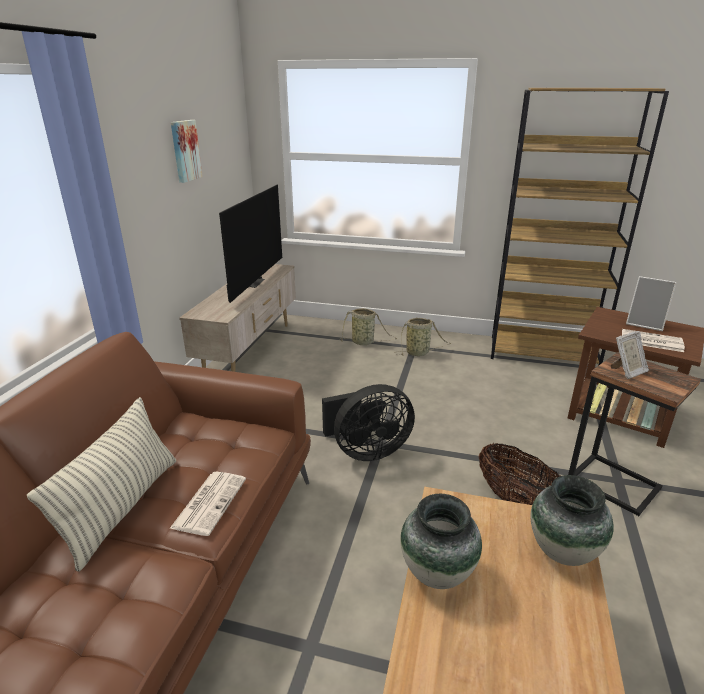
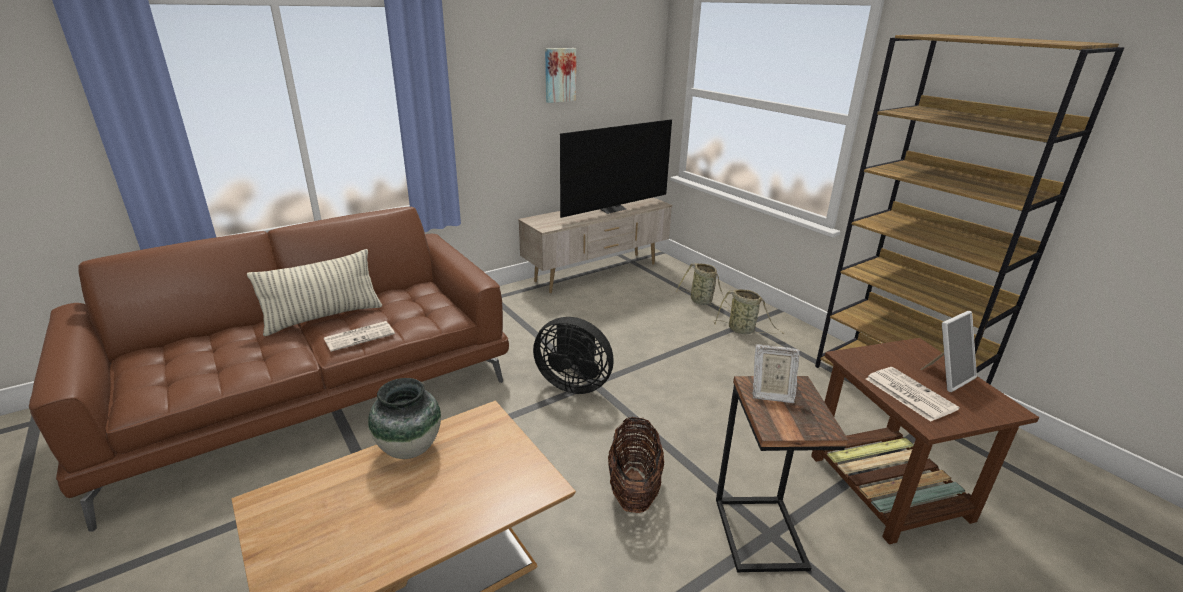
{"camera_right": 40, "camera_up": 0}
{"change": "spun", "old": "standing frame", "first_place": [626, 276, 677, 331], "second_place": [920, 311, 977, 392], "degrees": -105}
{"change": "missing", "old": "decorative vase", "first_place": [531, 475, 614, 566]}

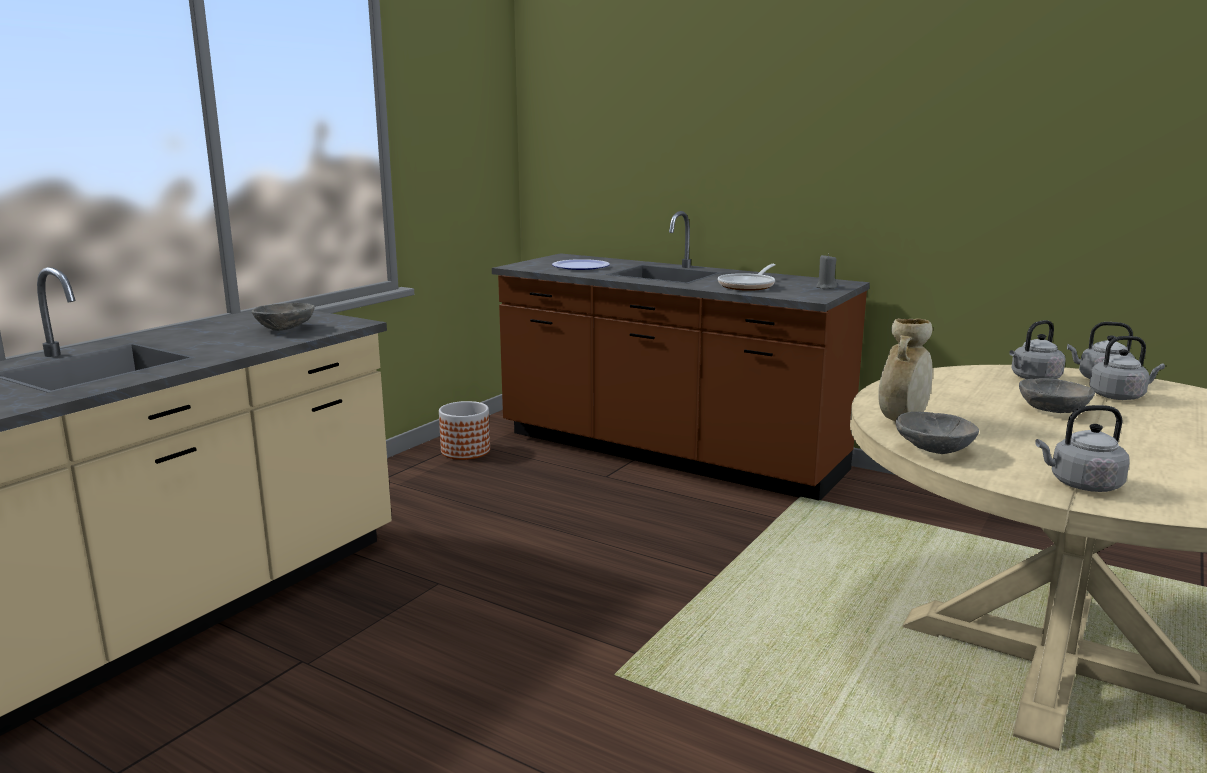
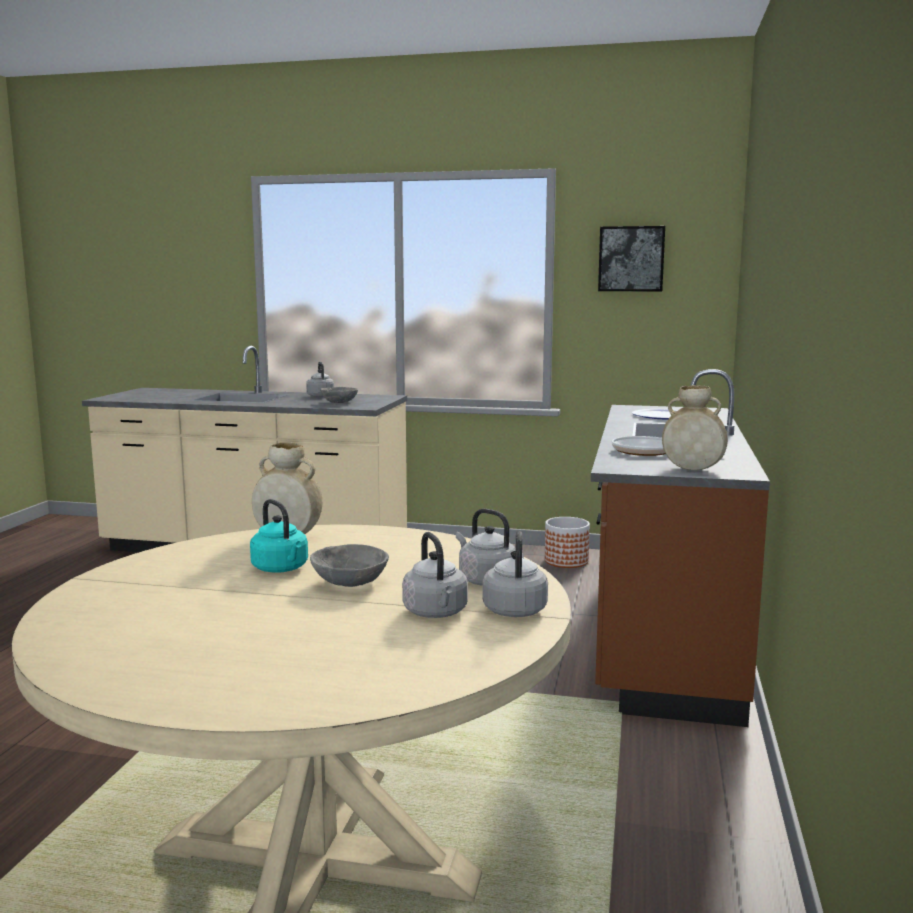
{"camera_right": 70, "camera_up": -5}
{"change": "appeared", "new": "water kettle/turquoise", "second_place": [250, 499, 308, 573]}
{"change": "relocated", "old": "water kettle/gray", "first_place": [1035, 405, 1129, 492], "second_place": [306, 362, 334, 397]}
{"change": "appeared", "new": "picture", "second_place": [598, 226, 665, 291]}
{"change": "exchanged", "old": "candle/gray", "new": "decorative vase/sand-coloured", "first_place": [816, 254, 837, 289], "second_place": [662, 385, 728, 470]}
{"change": "missing", "old": "serving bowl/gray", "first_place": [896, 412, 979, 454]}

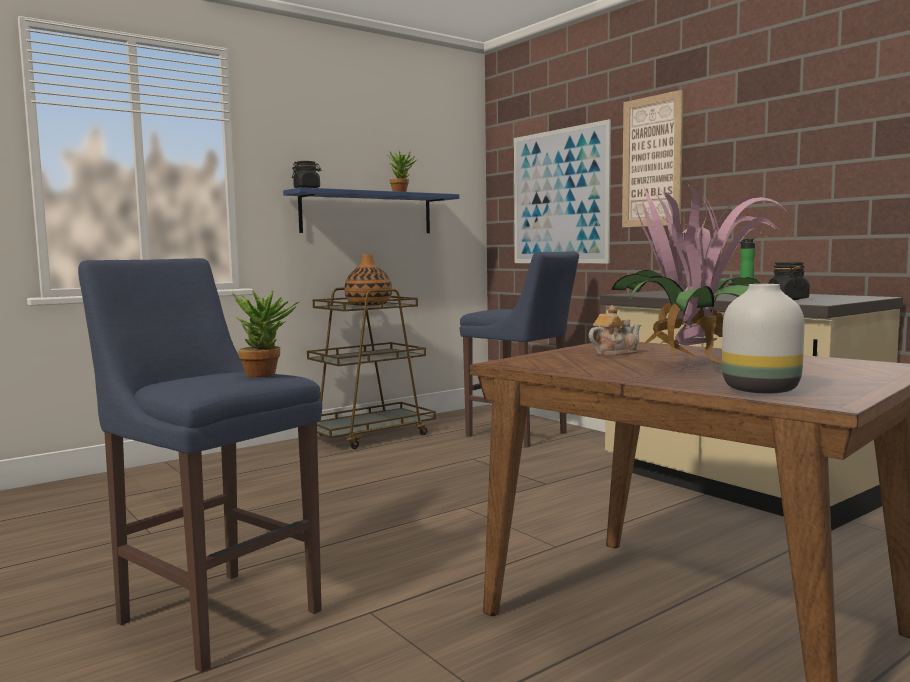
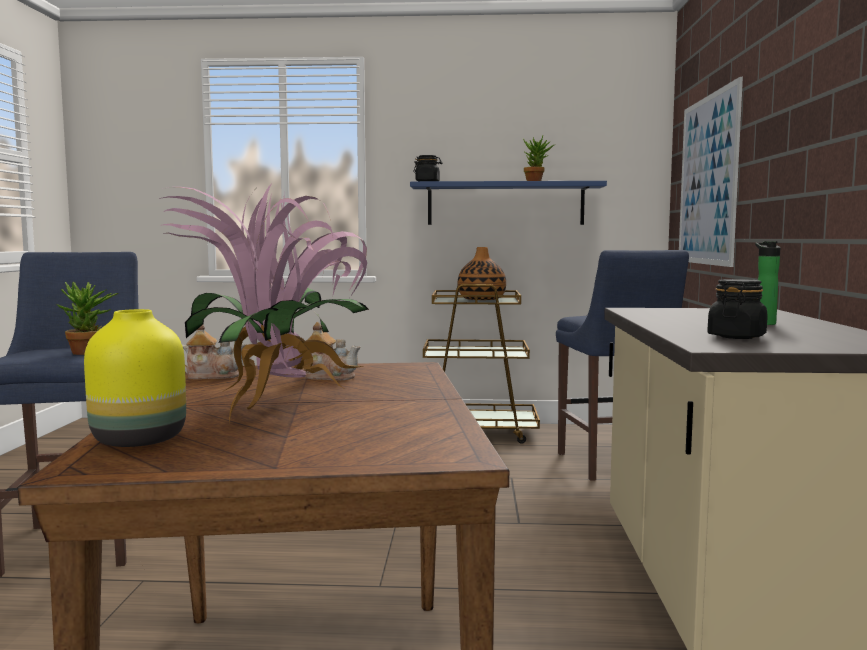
{"camera_right": 40, "camera_up": 0}
{"change": "colour", "old": "decorative vase/whitish", "new": "decorative vase/yellow", "first_place": [722, 284, 805, 394], "second_place": [84, 309, 186, 447]}
{"change": "appeared", "new": "pot for tea", "second_place": [182, 325, 247, 379]}
{"change": "missing", "old": "picture", "first_place": [622, 90, 683, 227]}

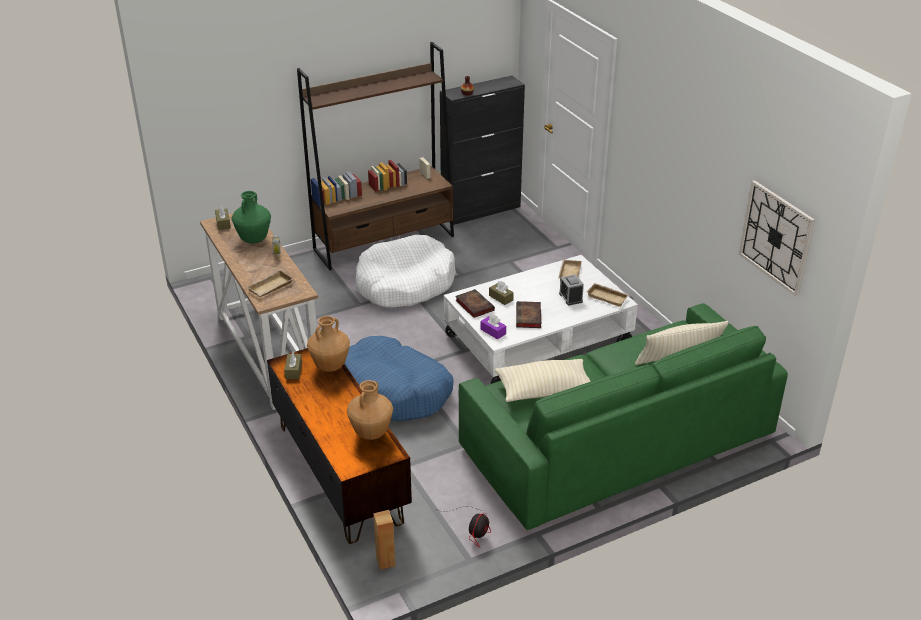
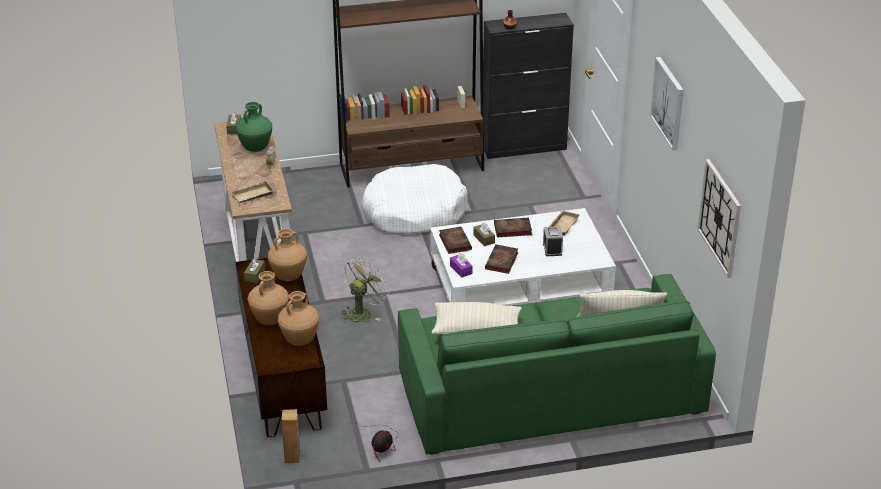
{"camera_right": 15, "camera_up": 0}
{"change": "appeared", "new": "decorative vase/brown", "second_place": [248, 271, 289, 325]}
{"change": "exchanged", "old": "pet bed/bluish", "new": "cooling fan/green", "first_place": [344, 336, 453, 421], "second_place": [341, 257, 389, 323]}
{"change": "appeared", "new": "book", "second_place": [494, 217, 532, 238]}
{"change": "appeared", "new": "picture", "second_place": [650, 57, 683, 150]}
{"change": "missing", "old": "carrying tray/sand-coloured", "first_place": [587, 283, 629, 307]}

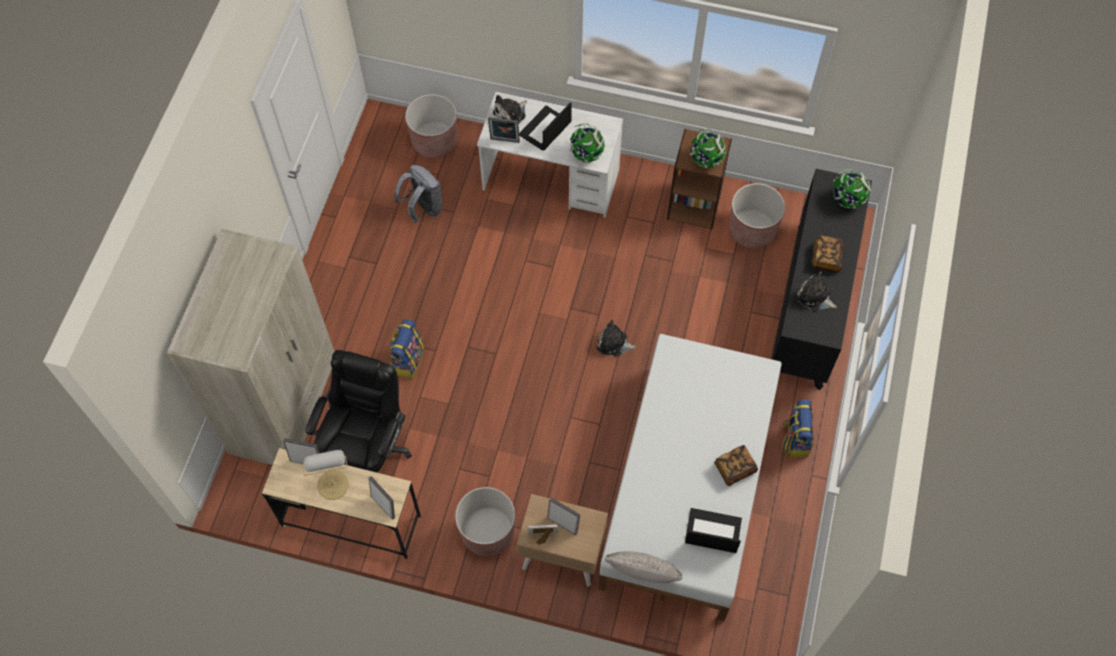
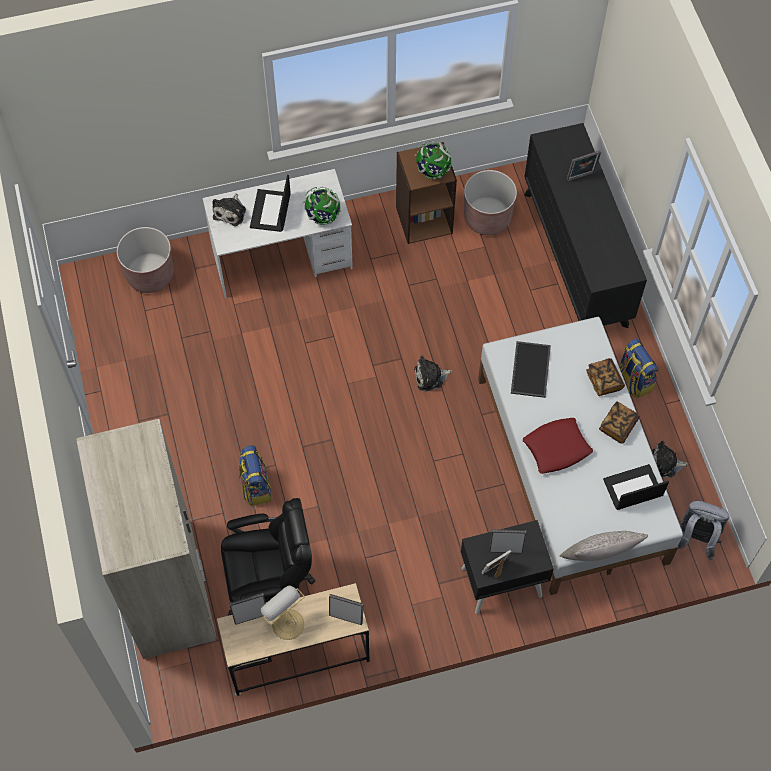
{"camera_right": -30, "camera_up": 0}
{"change": "spun", "old": "office chair/black-coloured", "first_place": [305, 350, 412, 473], "second_place": [221, 498, 315, 616], "degrees": 90}
{"change": "colour", "old": "bedside table/sand-coloured", "new": "bedside table/black-coloured", "first_place": [517, 494, 608, 587], "second_place": [461, 520, 554, 614]}
{"change": "appeared", "new": "carrying tray", "second_place": [511, 341, 551, 398]}
{"change": "appeared", "new": "pillow/red", "second_place": [523, 418, 593, 474]}
{"change": "relocated", "old": "standing frame", "first_place": [488, 117, 520, 143], "second_place": [567, 150, 601, 181]}
{"change": "relocated", "old": "book", "first_place": [812, 235, 843, 272], "second_place": [586, 358, 625, 396]}
{"change": "relocated", "old": "plush toy", "first_place": [795, 271, 837, 311], "second_place": [651, 441, 688, 477]}
{"change": "relocated", "old": "backpack/gray", "first_place": [394, 165, 442, 223], "second_place": [678, 501, 729, 560]}
{"change": "missing", "old": "flower pot/brown", "first_place": [455, 487, 515, 556]}
{"change": "missing", "old": "world globe", "first_place": [833, 169, 871, 209]}

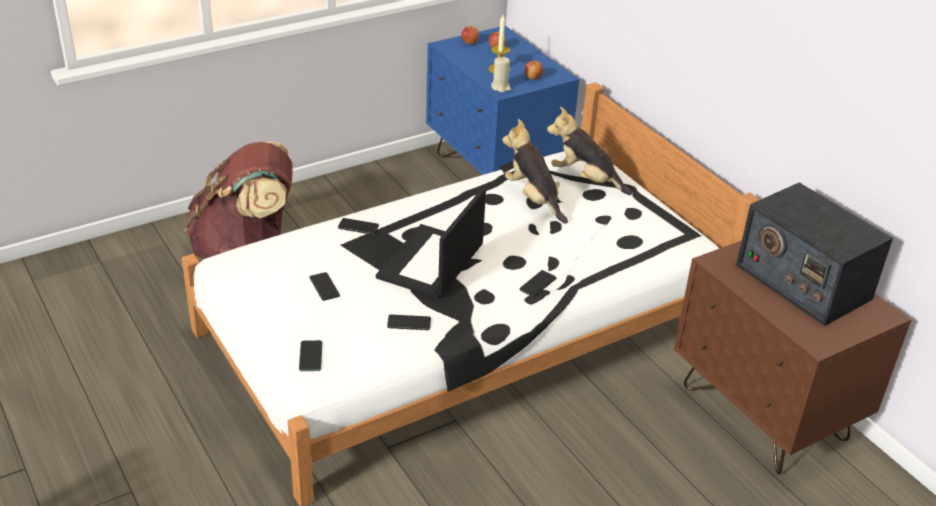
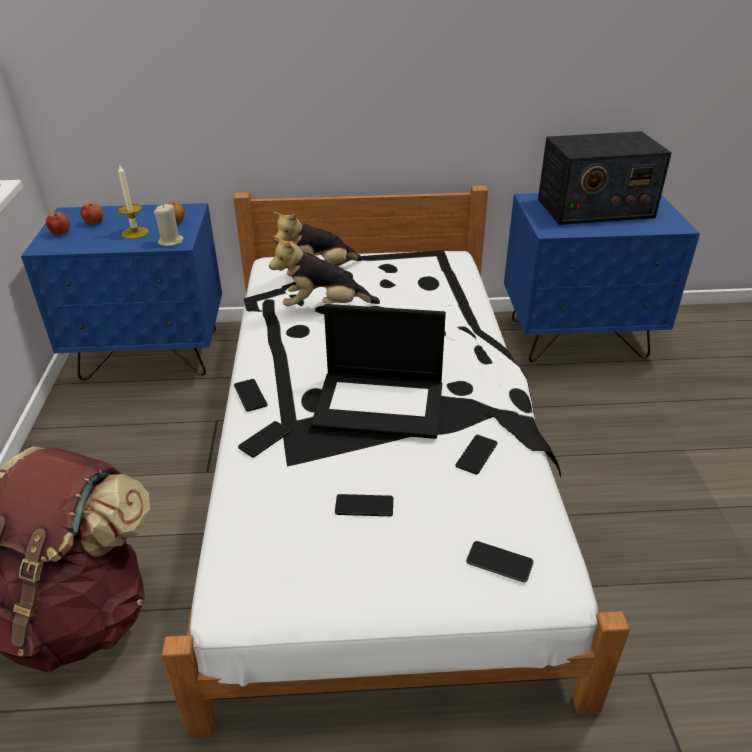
{"camera_right": -60, "camera_up": 0}
{"change": "relocated", "old": "telephone", "first_place": [519, 270, 556, 297], "second_place": [234, 379, 268, 412]}
{"change": "spun", "old": "portable computer", "first_place": [376, 187, 486, 298], "second_place": [311, 304, 446, 439], "degrees": -45}
{"change": "colour", "old": "bedside table/brown", "new": "bedside table/bluish", "first_place": [674, 240, 911, 474], "second_place": [504, 193, 700, 362]}

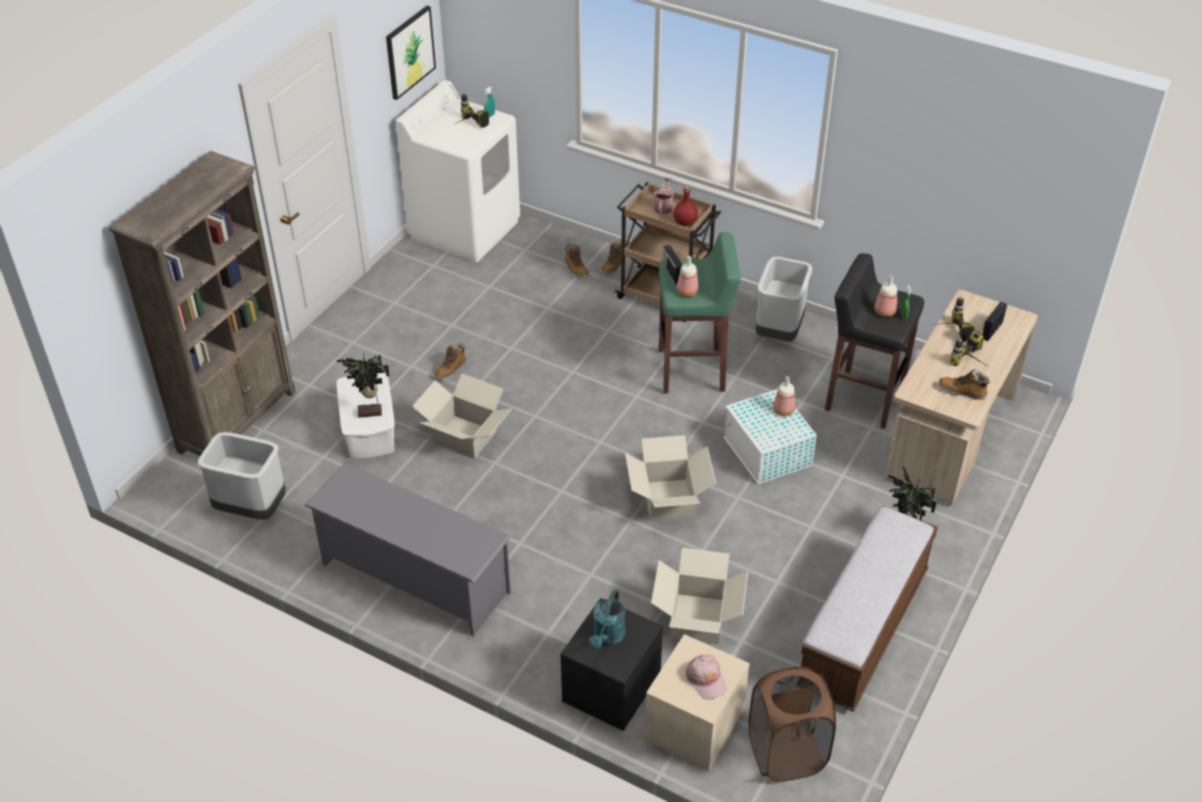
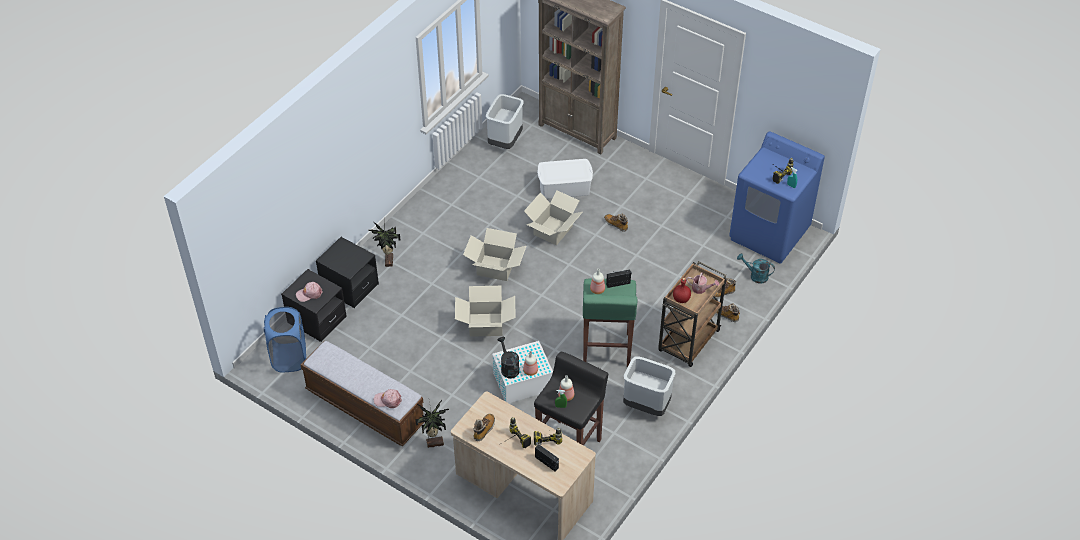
{"camera_right": 95, "camera_up": 5}
{"change": "colour", "old": "hamper/brown", "new": "hamper/bluish", "first_place": [749, 666, 836, 782], "second_place": [264, 307, 306, 373]}
{"change": "colour", "old": "bedside table/sand-coloured", "new": "bedside table/black-coloured", "first_place": [645, 634, 750, 771], "second_place": [281, 269, 347, 342]}
{"change": "relocated", "old": "plant in a pot", "first_place": [337, 352, 389, 418], "second_place": [368, 222, 400, 267]}
{"change": "appeared", "new": "peaked cap/pink-coloured", "second_place": [374, 389, 402, 408]}
{"change": "relocated", "old": "packing box", "first_place": [651, 548, 748, 644], "second_place": [463, 228, 526, 281]}
{"change": "appeared", "new": "sprinkling can/black-coloured", "second_place": [498, 337, 519, 378]}
{"change": "colour", "old": "washing machine/whitish", "new": "washing machine/bluish", "first_place": [396, 80, 520, 262], "second_place": [729, 132, 825, 263]}
{"change": "relocated", "old": "sprinkling can/turquoise", "first_place": [588, 590, 625, 649], "second_place": [737, 253, 775, 284]}
{"change": "missing", "old": "shoe stand/gray", "first_place": [304, 463, 511, 636]}
{"change": "missing", "old": "picture", "first_place": [386, 6, 436, 100]}

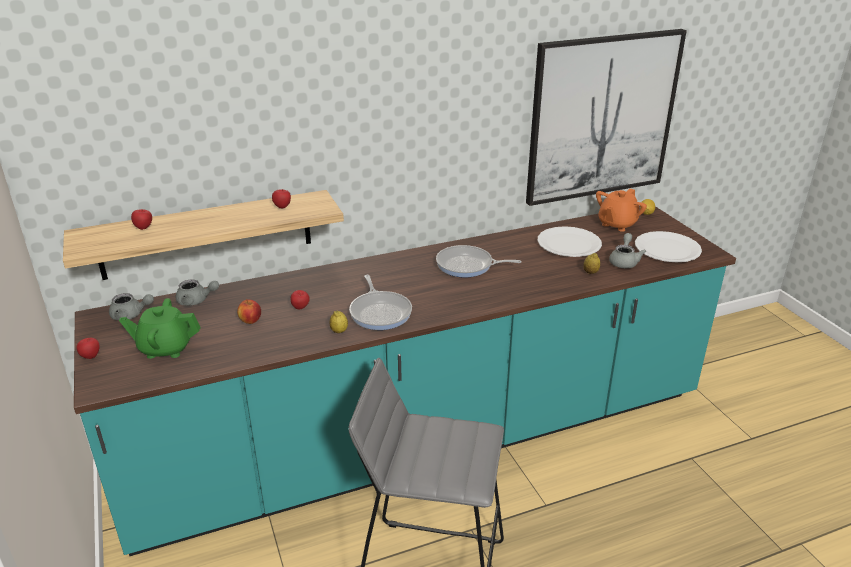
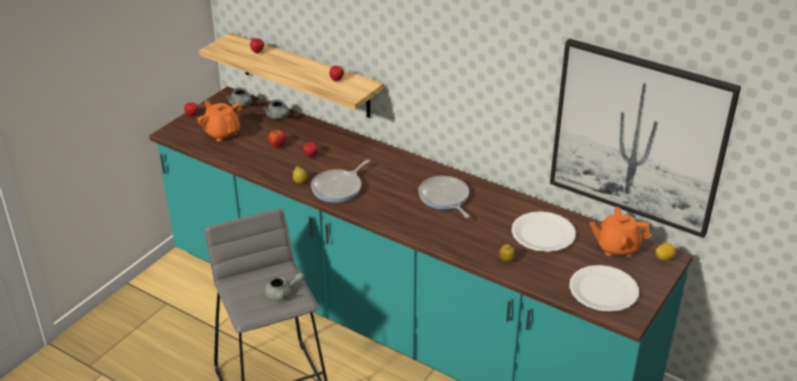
{"camera_right": 55, "camera_up": 5}
{"change": "colour", "old": "pot for tea/green", "new": "pot for tea/orange-coloured", "first_place": [119, 298, 201, 359], "second_place": [197, 100, 242, 141]}
{"change": "relocated", "old": "pot for tea/gray", "first_place": [609, 233, 646, 268], "second_place": [265, 273, 305, 301]}

